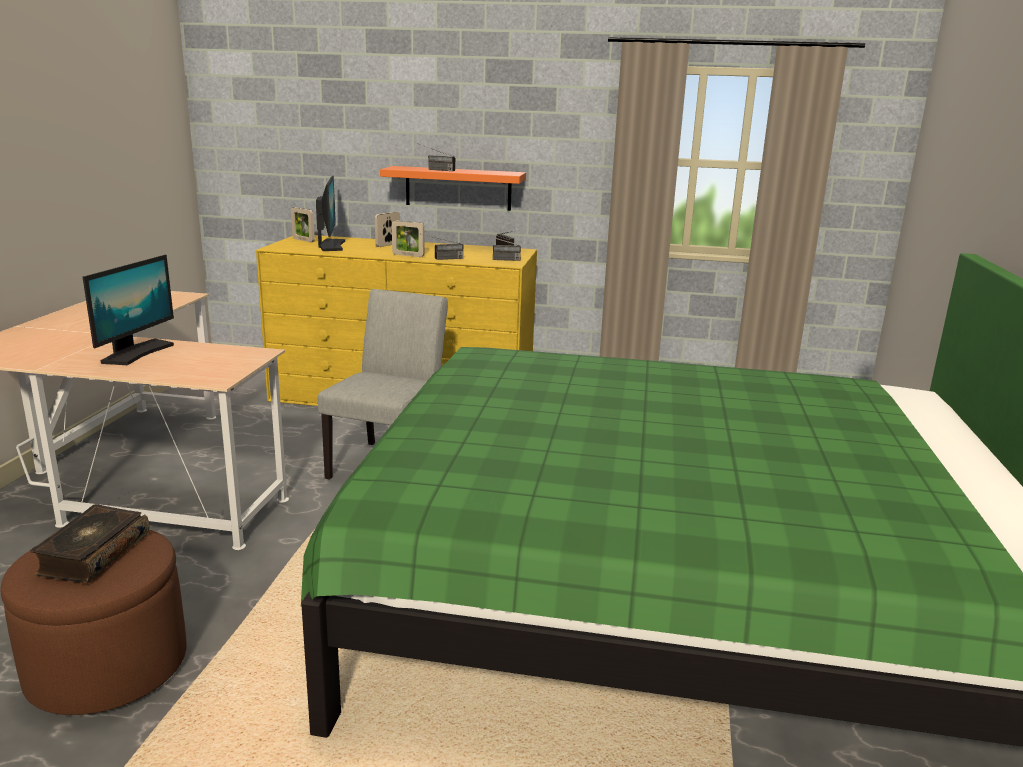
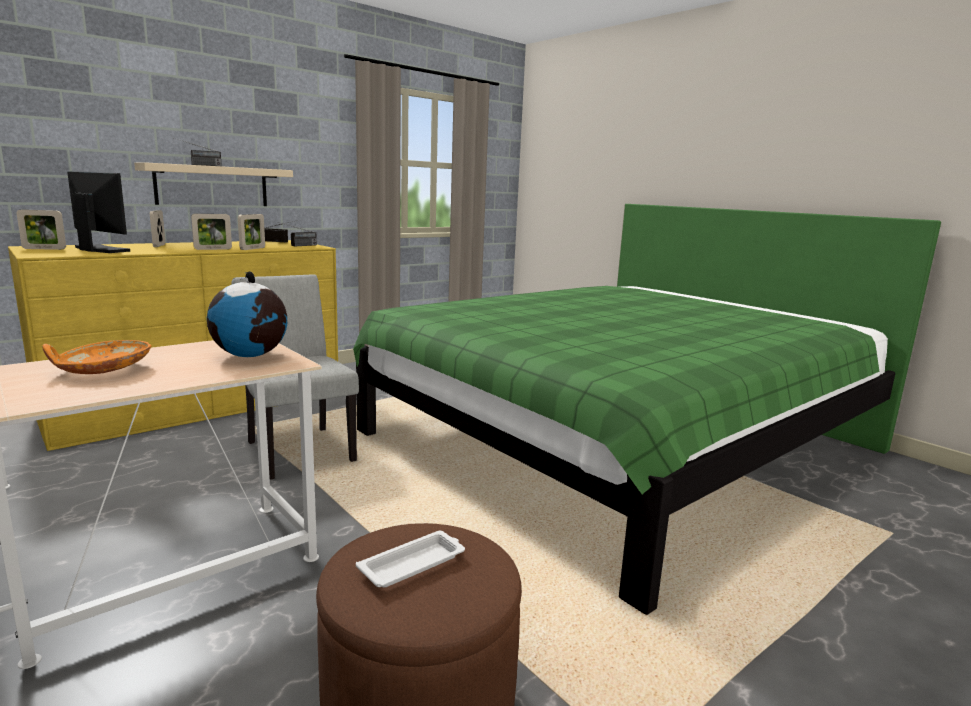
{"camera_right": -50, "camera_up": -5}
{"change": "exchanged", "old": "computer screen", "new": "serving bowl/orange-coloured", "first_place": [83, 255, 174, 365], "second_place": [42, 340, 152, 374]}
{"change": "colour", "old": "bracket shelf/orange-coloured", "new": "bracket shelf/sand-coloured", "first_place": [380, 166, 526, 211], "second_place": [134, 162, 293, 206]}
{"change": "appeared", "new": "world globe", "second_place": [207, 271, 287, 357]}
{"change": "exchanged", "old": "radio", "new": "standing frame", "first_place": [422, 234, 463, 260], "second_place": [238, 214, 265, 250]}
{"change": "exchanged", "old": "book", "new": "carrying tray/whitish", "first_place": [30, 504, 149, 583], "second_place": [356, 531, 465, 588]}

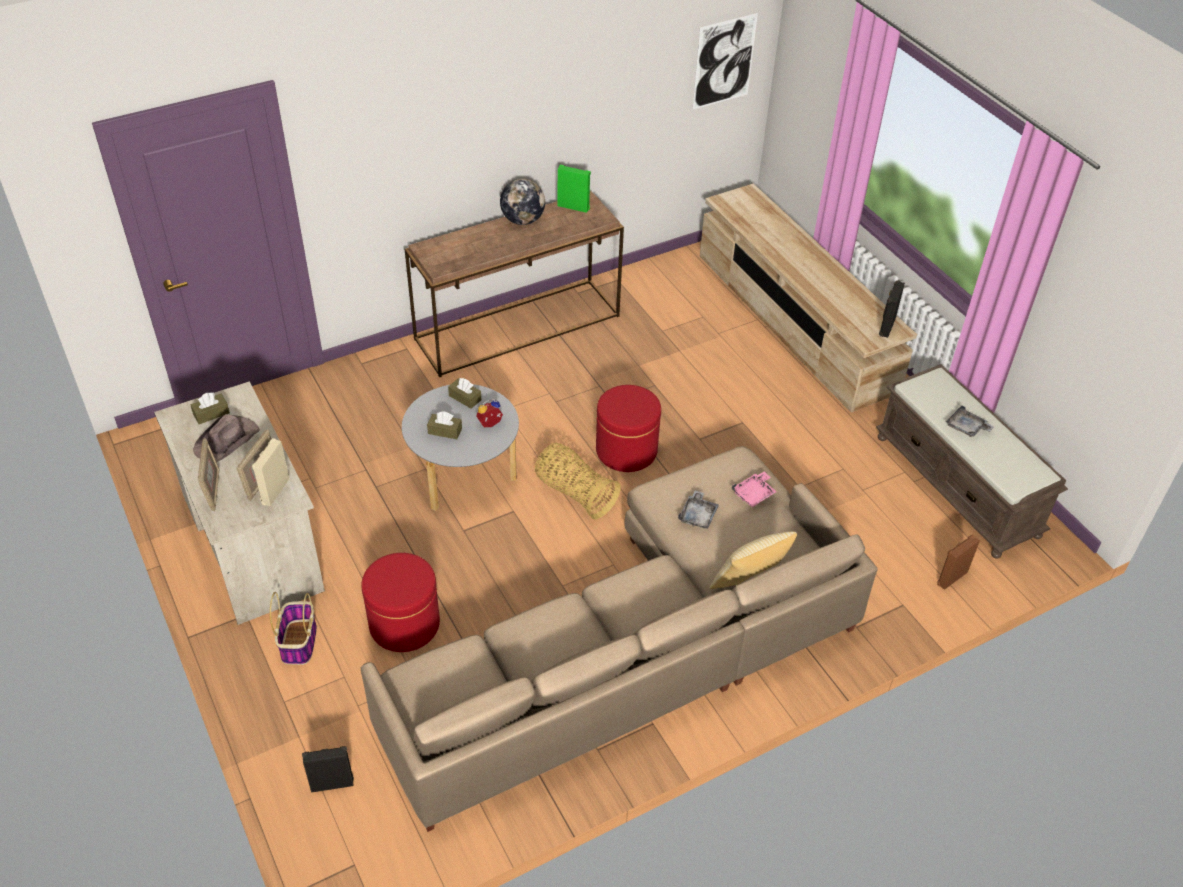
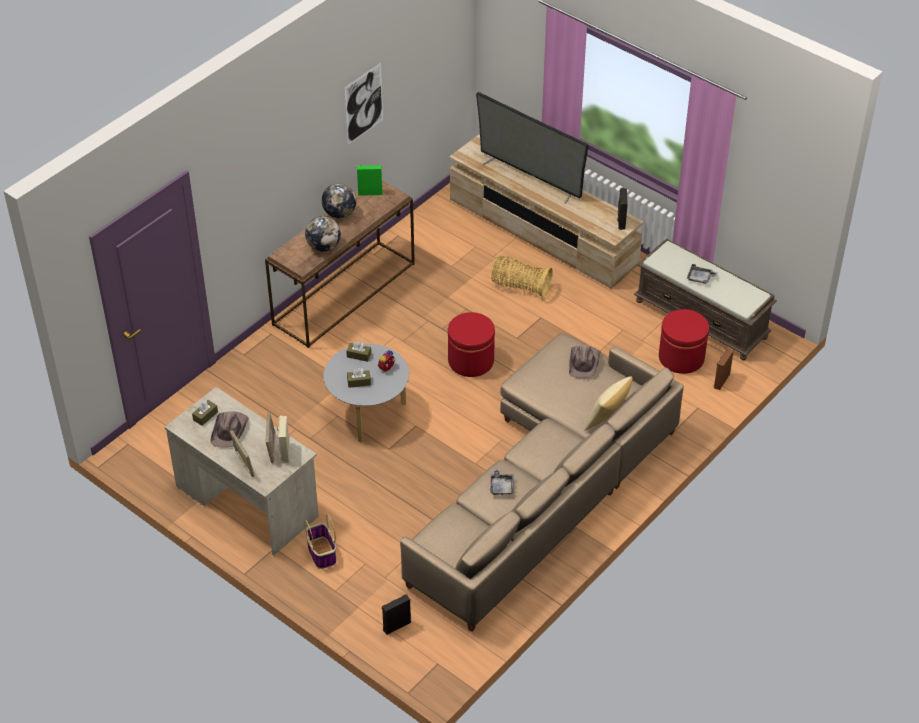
{"camera_right": -20, "camera_up": 0}
{"change": "appeared", "new": "world globe", "second_place": [305, 216, 341, 252]}
{"change": "relocated", "old": "picture", "first_place": [692, 13, 758, 110], "second_place": [344, 63, 383, 145]}
{"change": "appeared", "new": "television", "second_place": [476, 92, 589, 204]}
{"change": "relocated", "old": "carrying tray/gray", "first_place": [678, 490, 719, 529], "second_place": [490, 469, 514, 495]}
{"change": "relocated", "old": "basket", "first_place": [535, 443, 621, 520], "second_place": [491, 256, 553, 298]}
{"change": "exchanged", "old": "carrying tray/pink-coloured", "new": "hat/brown", "first_place": [732, 472, 777, 507], "second_place": [569, 345, 601, 378]}
{"change": "relocated", "old": "ottoman/red", "first_place": [361, 553, 440, 652], "second_place": [659, 309, 709, 374]}

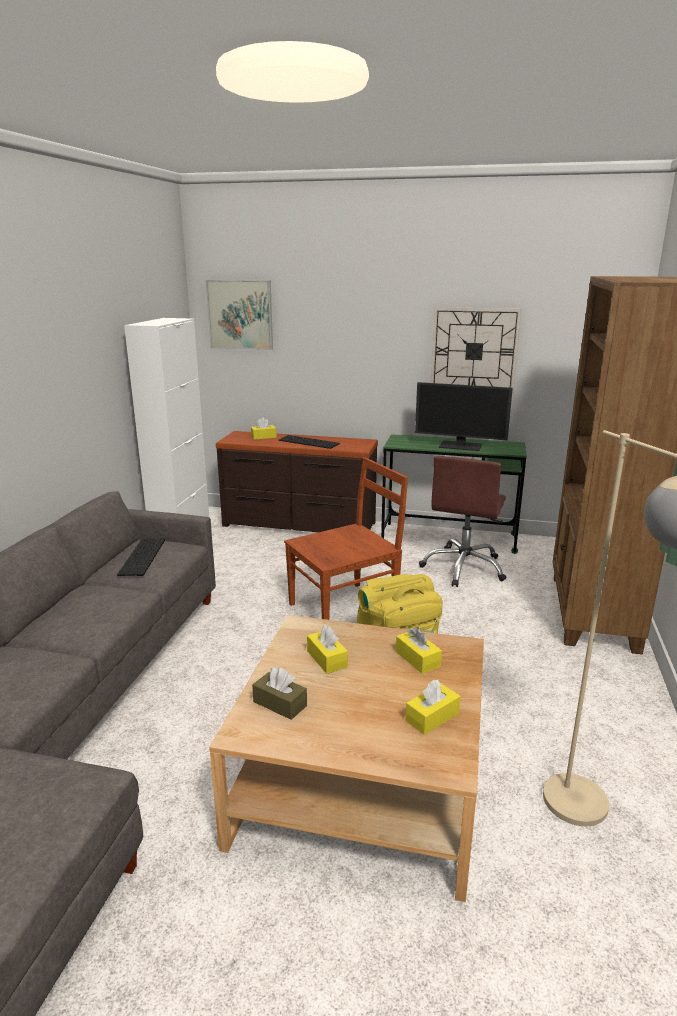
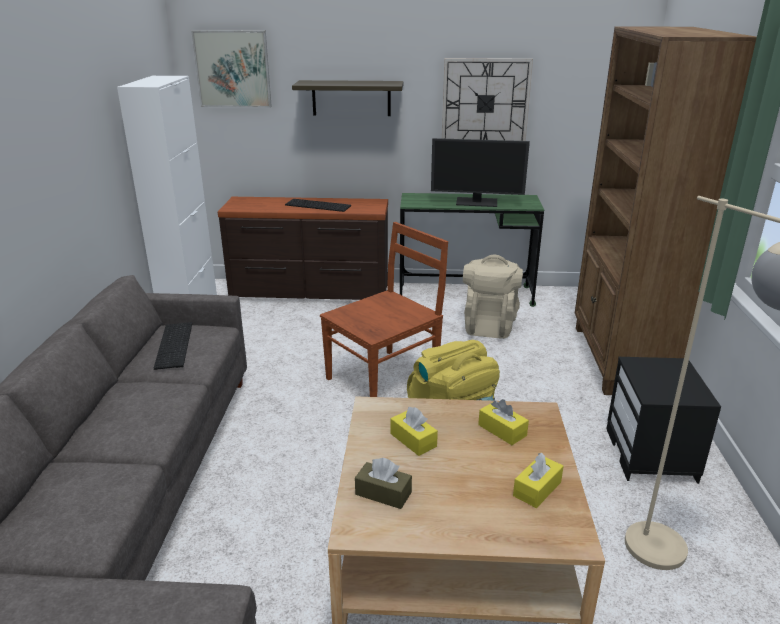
{"camera_right": -10, "camera_up": 5}
{"change": "appeared", "new": "bracket shelf", "second_place": [292, 80, 403, 116]}
{"change": "exchanged", "old": "office chair/brown", "new": "backpack/sand-coloured", "first_place": [419, 456, 507, 587], "second_place": [463, 255, 523, 339]}
{"change": "appeared", "new": "bedside table/black-coloured", "second_place": [606, 357, 721, 484]}
{"change": "missing", "old": "tissue holder/yellow", "first_place": [251, 418, 277, 440]}

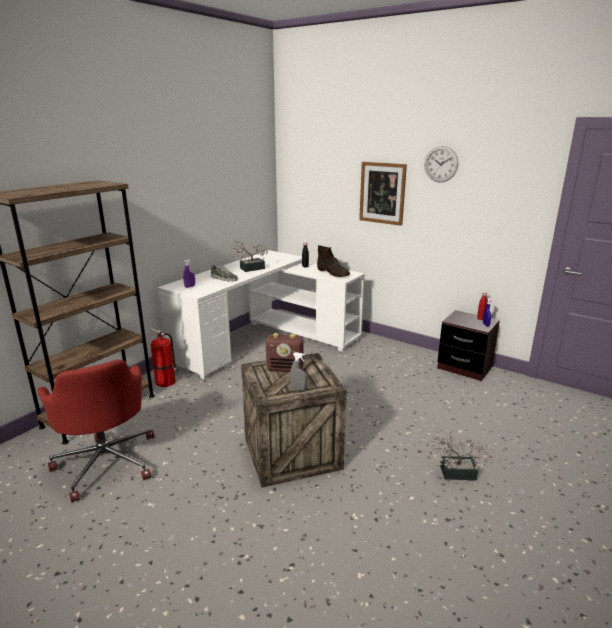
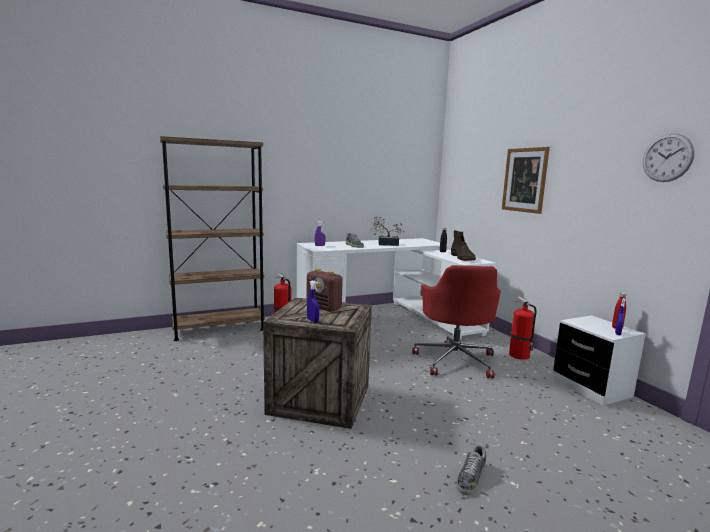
{"camera_right": 30, "camera_up": -10}
{"change": "colour", "old": "sprayer/gray", "new": "sprayer/bluish", "first_place": [290, 352, 307, 390], "second_place": [307, 280, 319, 323]}
{"change": "relocated", "old": "office chair/red", "first_place": [37, 359, 154, 503], "second_place": [412, 265, 501, 378]}
{"change": "exchanged", "old": "plant in a pot", "new": "shoe", "first_place": [429, 429, 487, 480], "second_place": [456, 444, 486, 495]}
{"change": "appeared", "new": "fire extinguisher", "second_place": [509, 296, 537, 360]}
{"change": "colour", "old": "bedside table/brown", "new": "bedside table/whitish", "first_place": [437, 310, 500, 381], "second_place": [553, 315, 646, 406]}
{"change": "relocated", "old": "hanging clock", "first_place": [425, 146, 458, 182], "second_place": [643, 133, 695, 182]}

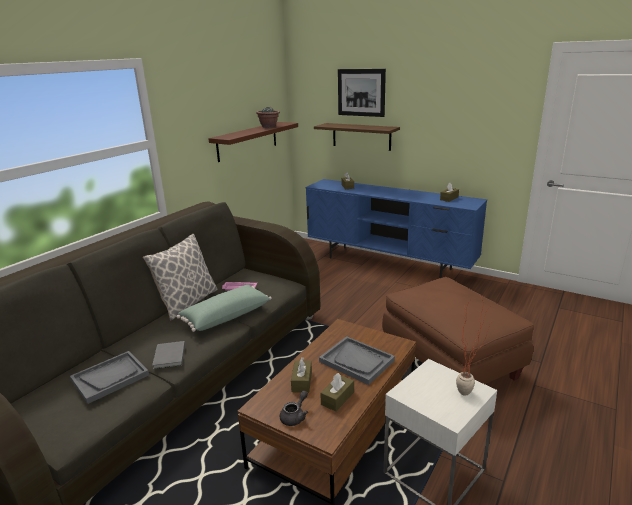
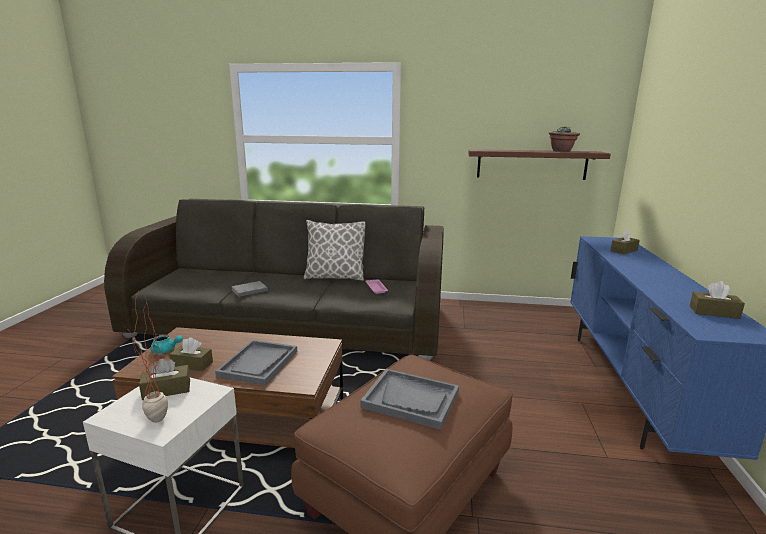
{"camera_right": 65, "camera_up": -5}
{"change": "relocated", "old": "tissue holder/brown", "first_place": [291, 357, 312, 393], "second_place": [139, 358, 190, 400]}
{"change": "colour", "old": "pot for tea/gray", "new": "pot for tea/turquoise", "first_place": [280, 390, 308, 426], "second_place": [151, 335, 183, 354]}
{"change": "relocated", "old": "carrying tray/gray", "first_place": [70, 351, 149, 404], "second_place": [360, 369, 459, 430]}
{"change": "missing", "old": "pillow/green", "first_place": [177, 285, 272, 332]}
{"change": "missing", "old": "bracket shelf", "first_place": [314, 123, 400, 151]}
{"change": "missing", "old": "picture", "first_place": [338, 69, 386, 117]}

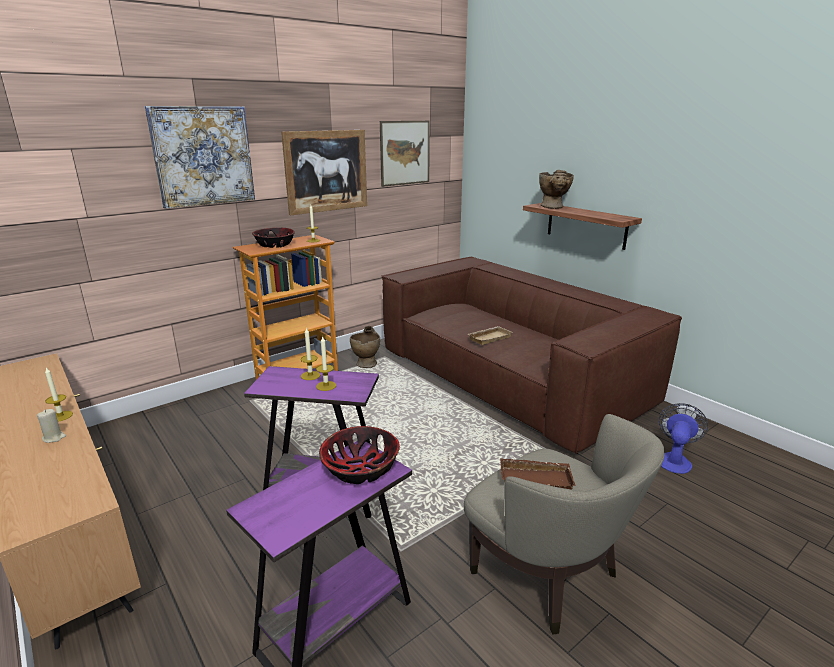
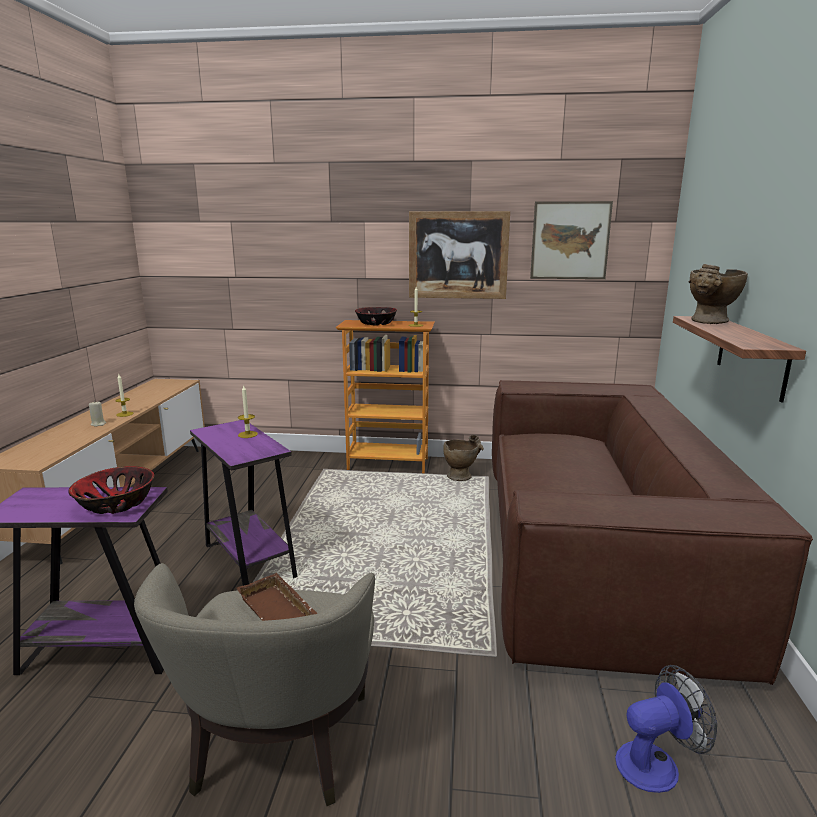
{"camera_right": 45, "camera_up": -5}
{"change": "missing", "old": "picture", "first_place": [145, 106, 255, 209]}
{"change": "missing", "old": "candle", "first_place": [316, 336, 336, 391]}
{"change": "missing", "old": "carrying tray/sand-coloured", "first_place": [468, 326, 512, 345]}

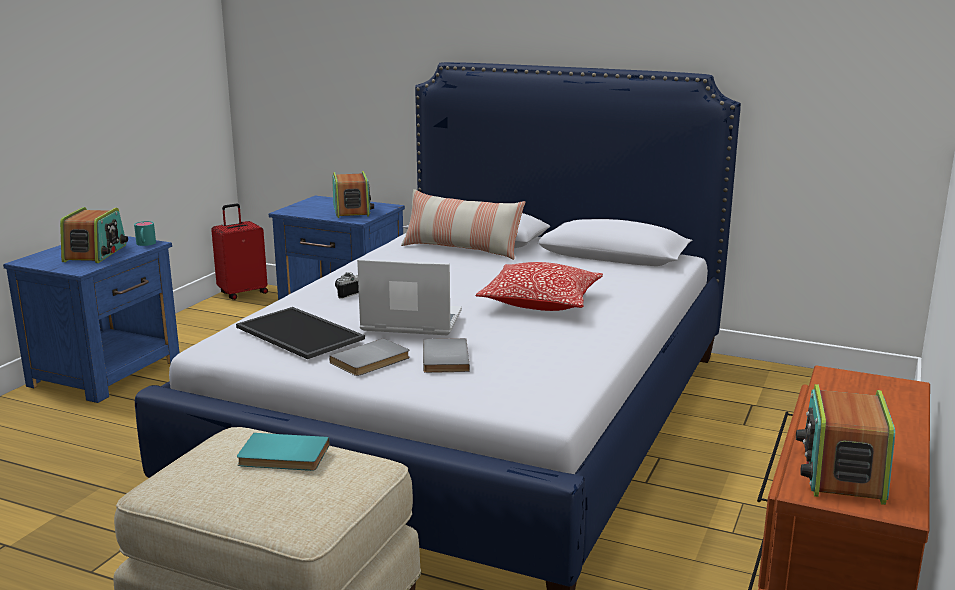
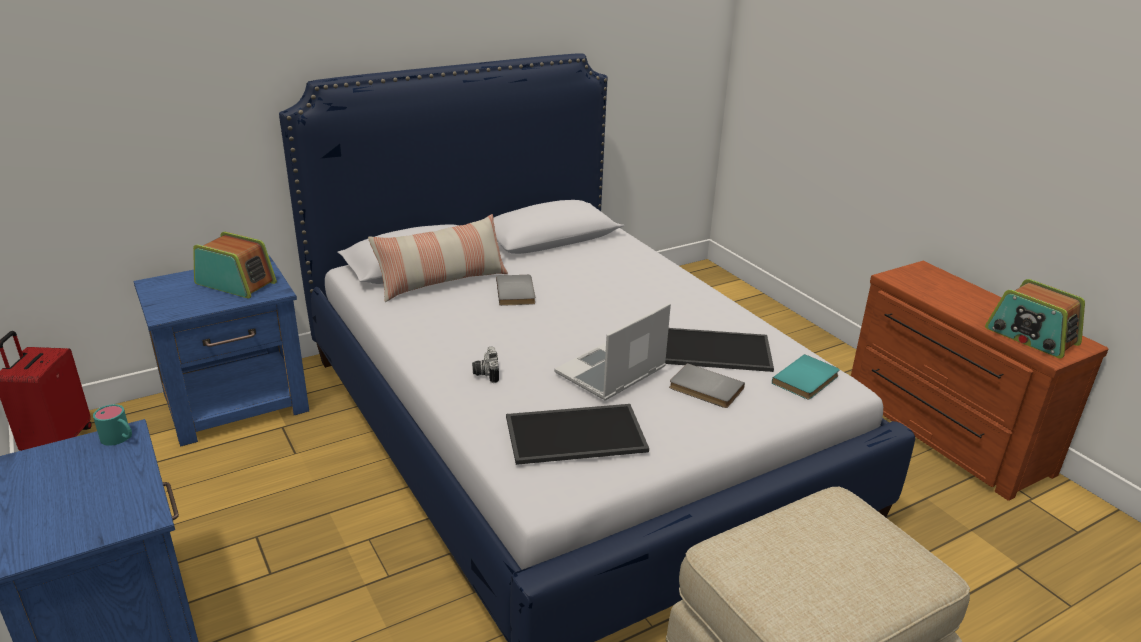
{"camera_right": -55, "camera_up": 10}
{"change": "relocated", "old": "book/gray", "first_place": [329, 338, 410, 376], "second_place": [496, 275, 535, 306]}
{"change": "appeared", "new": "carrying tray", "second_place": [665, 328, 774, 372]}
{"change": "relocated", "old": "book/turquoise", "first_place": [237, 433, 330, 471], "second_place": [772, 354, 840, 399]}
{"change": "missing", "old": "radio", "first_place": [60, 207, 128, 263]}
{"change": "missing", "old": "pillow", "first_place": [476, 262, 603, 311]}

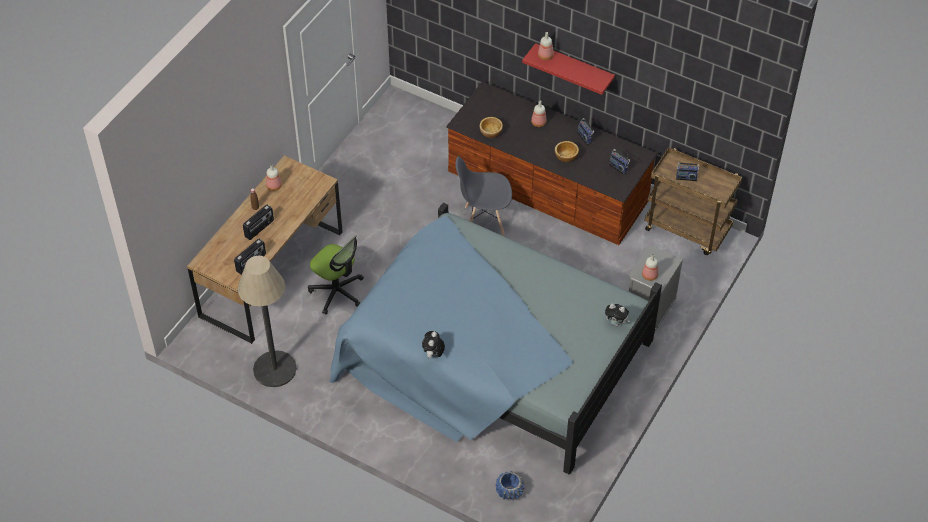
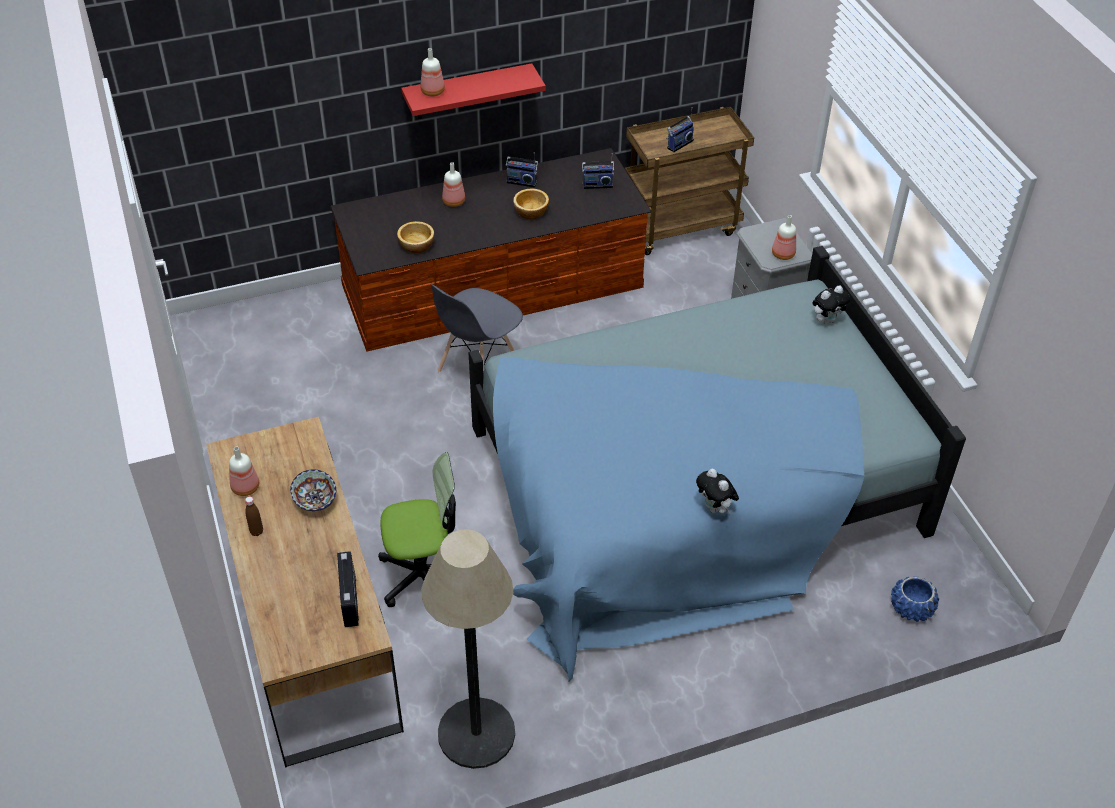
{"camera_right": -50, "camera_up": -5}
{"change": "appeared", "new": "serving bowl", "second_place": [290, 469, 336, 511]}
{"change": "missing", "old": "radio", "first_place": [243, 205, 274, 240]}

